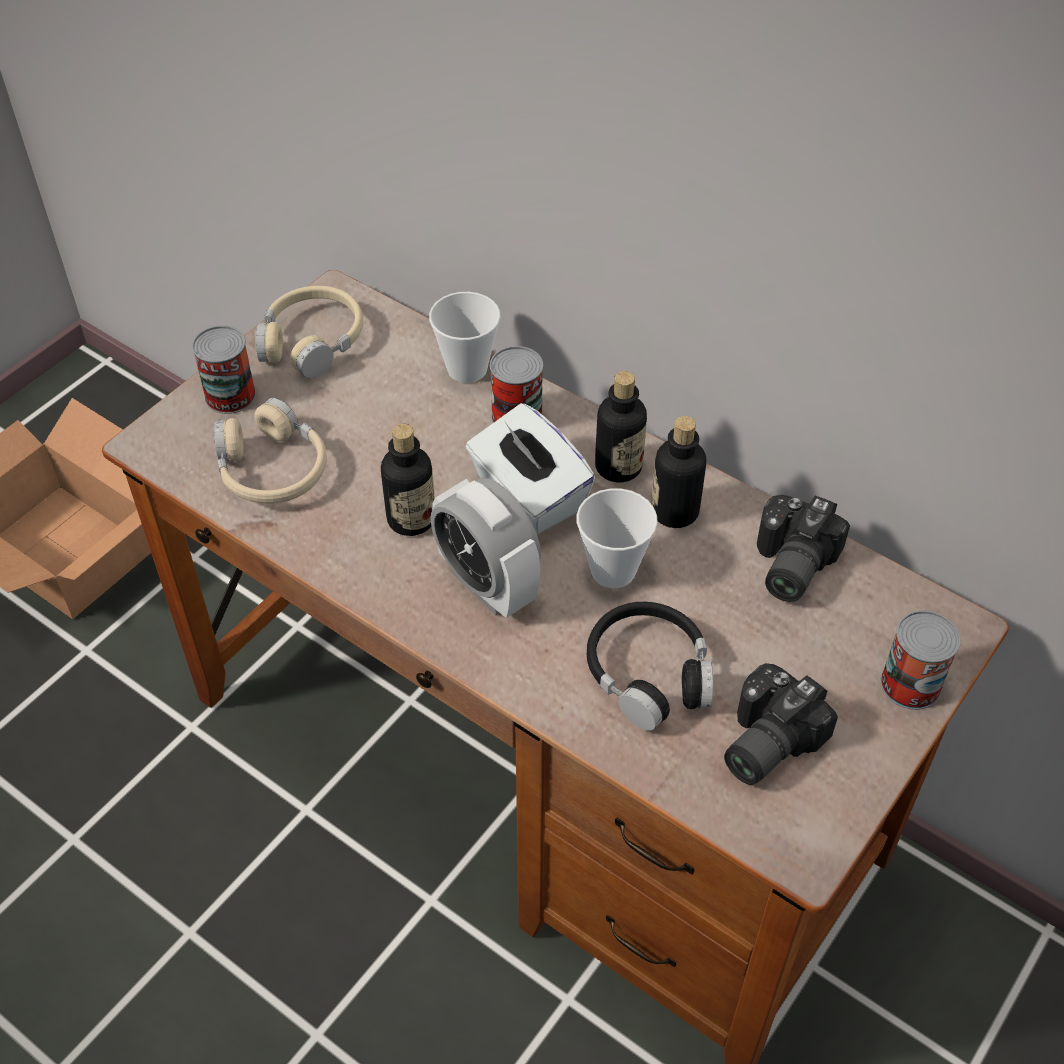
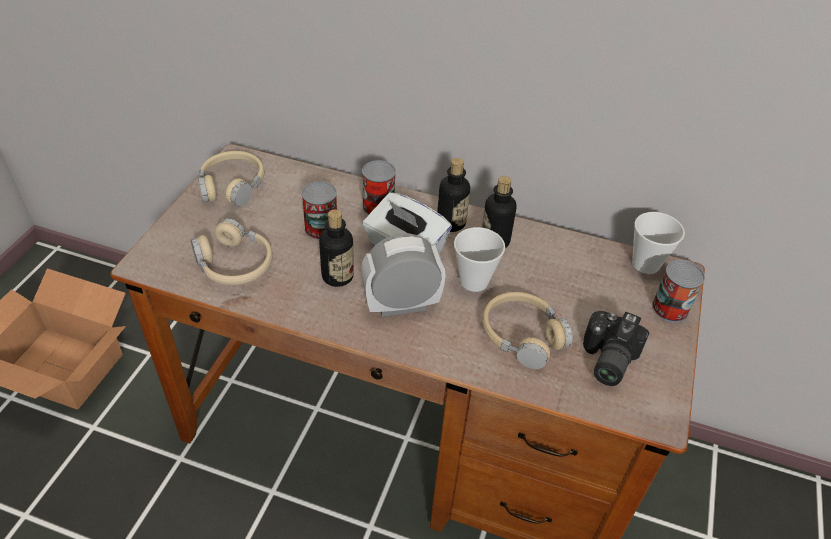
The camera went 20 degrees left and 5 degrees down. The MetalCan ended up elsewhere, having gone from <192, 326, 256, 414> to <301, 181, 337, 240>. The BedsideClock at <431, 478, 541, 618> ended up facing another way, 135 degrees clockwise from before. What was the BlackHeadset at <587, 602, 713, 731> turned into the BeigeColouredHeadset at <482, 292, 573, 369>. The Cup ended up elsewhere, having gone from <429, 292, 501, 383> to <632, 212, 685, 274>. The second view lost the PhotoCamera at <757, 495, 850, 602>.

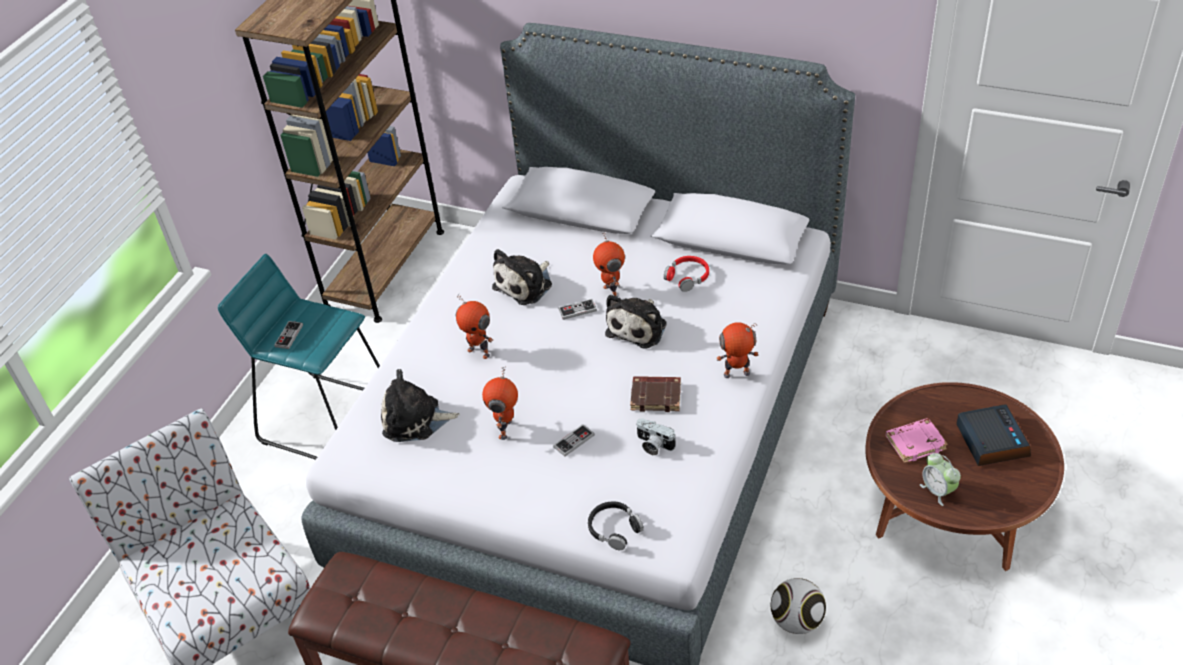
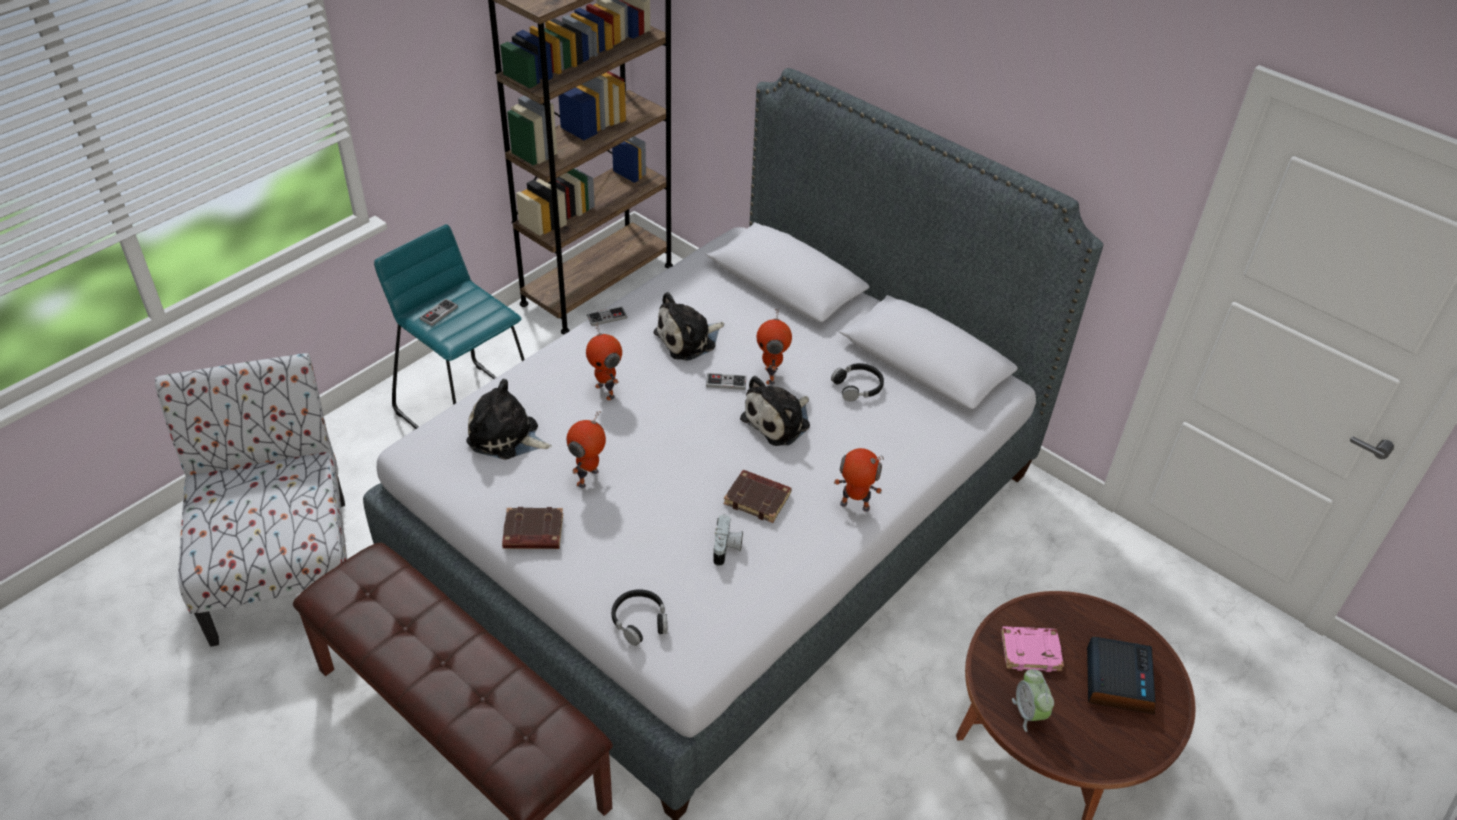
The camera went 15 degrees right and 0 degrees up. The second view gained the BrownishBoundBook at <502, 507, 563, 549>. The GameController ended up elsewhere, having gone from <553, 424, 595, 456> to <587, 306, 628, 326>. The PhotoCamera at <636, 418, 676, 455> ended up facing another way, 135 degrees counterclockwise from before. What was the ReddishHeadset at <664, 256, 709, 292> turned into the BlackHeadset at <831, 363, 884, 401>. The second view lost the FootballBall at <771, 578, 826, 634>.

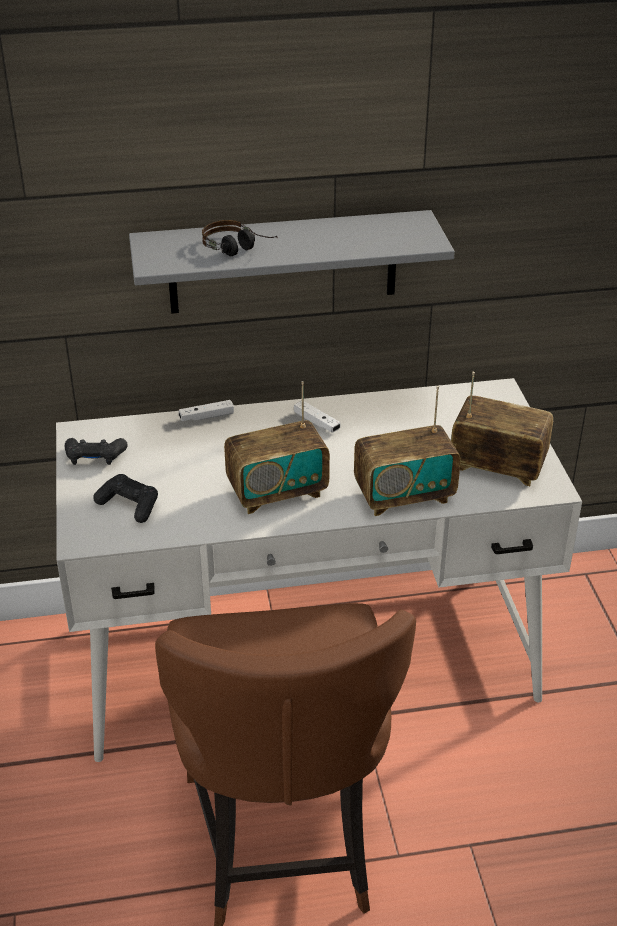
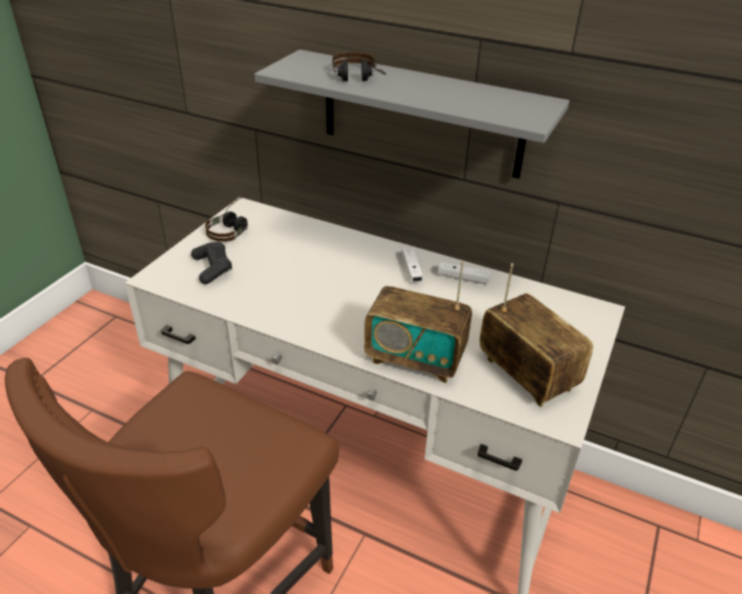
The camera went 35 degrees right and 0 degrees up. Where the BlackGameController stood at <65, 438, 127, 465>, the Headset came to stand at <205, 196, 248, 242>. The WhiteColouredGameController ended up elsewhere, having gone from <179, 400, 234, 421> to <438, 262, 490, 284>. The second view lost the Radio at <224, 381, 330, 514>.

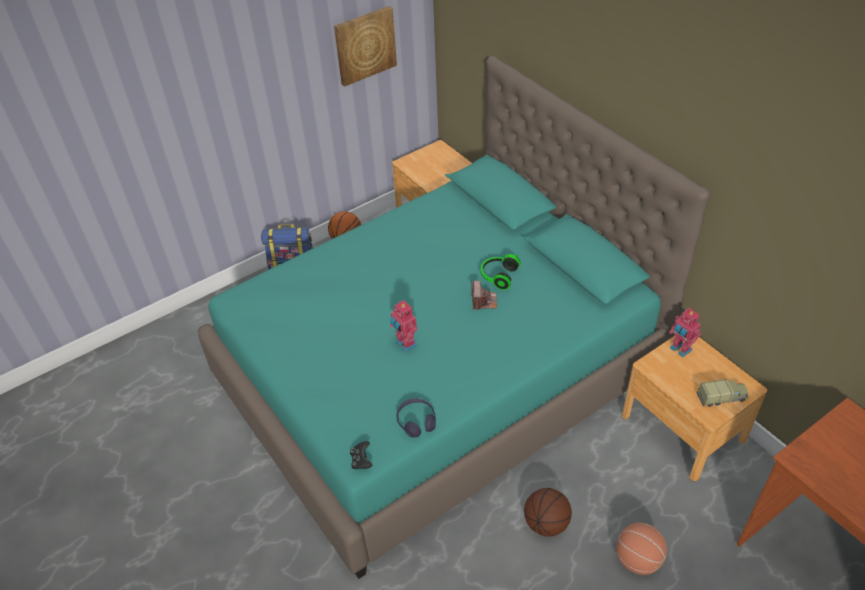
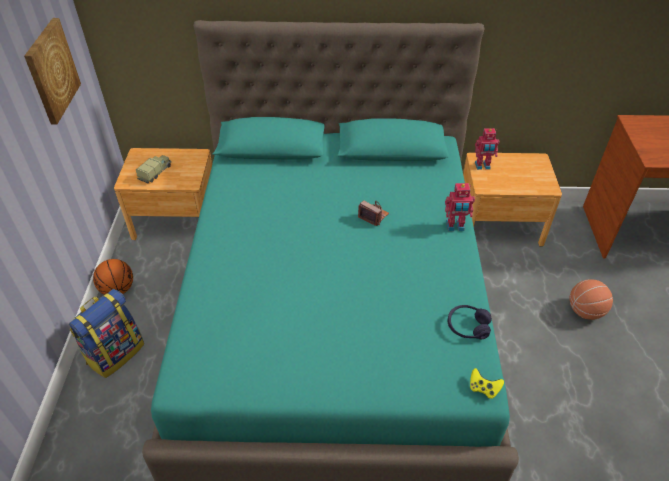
The camera went 55 degrees left and 0 degrees up. The ModelTruck ended up elsewhere, having gone from <696, 379, 749, 407> to <136, 155, 171, 184>. The ModelRobot ended up elsewhere, having gone from <390, 300, 418, 353> to <445, 183, 475, 231>. What was the BlackGameController at <350, 441, 372, 469> turned into the YellowGameController at <470, 368, 504, 399>. The second view lost the Headset at <481, 254, 521, 290>. The second view lost the BasketballBall at <524, 488, 572, 537>.

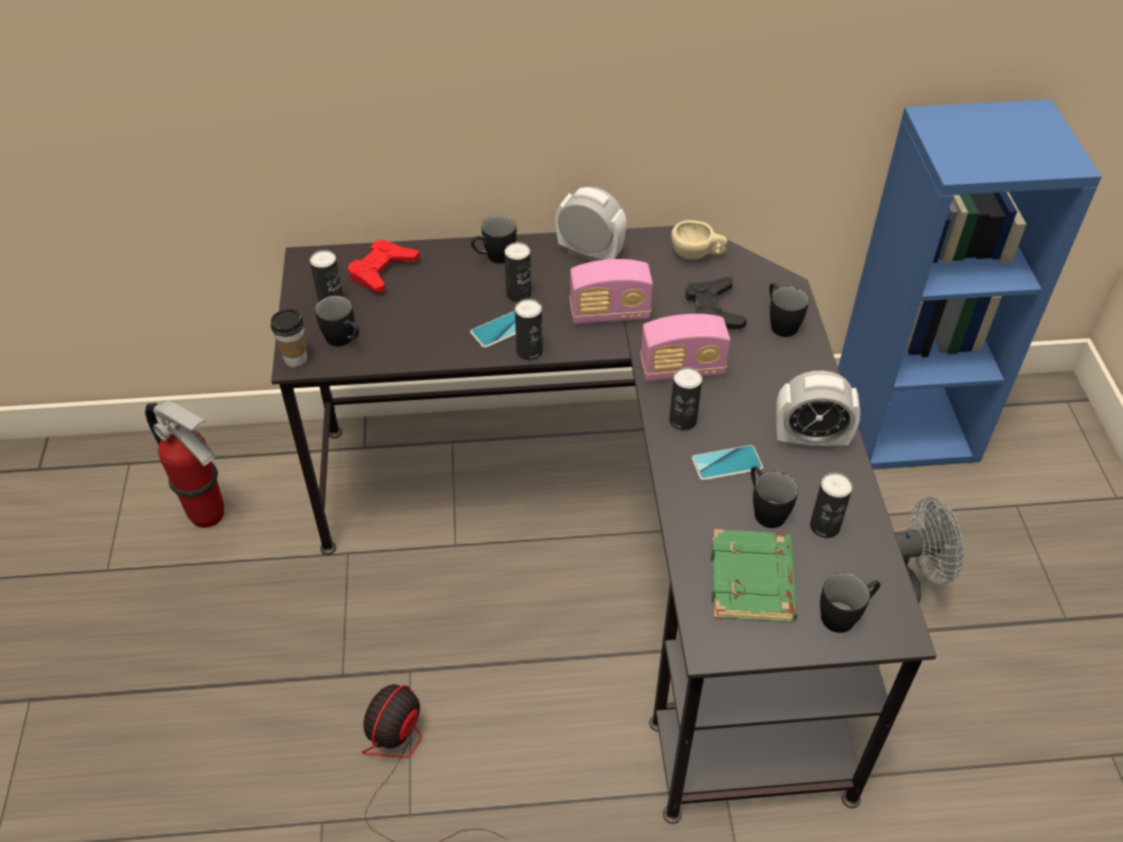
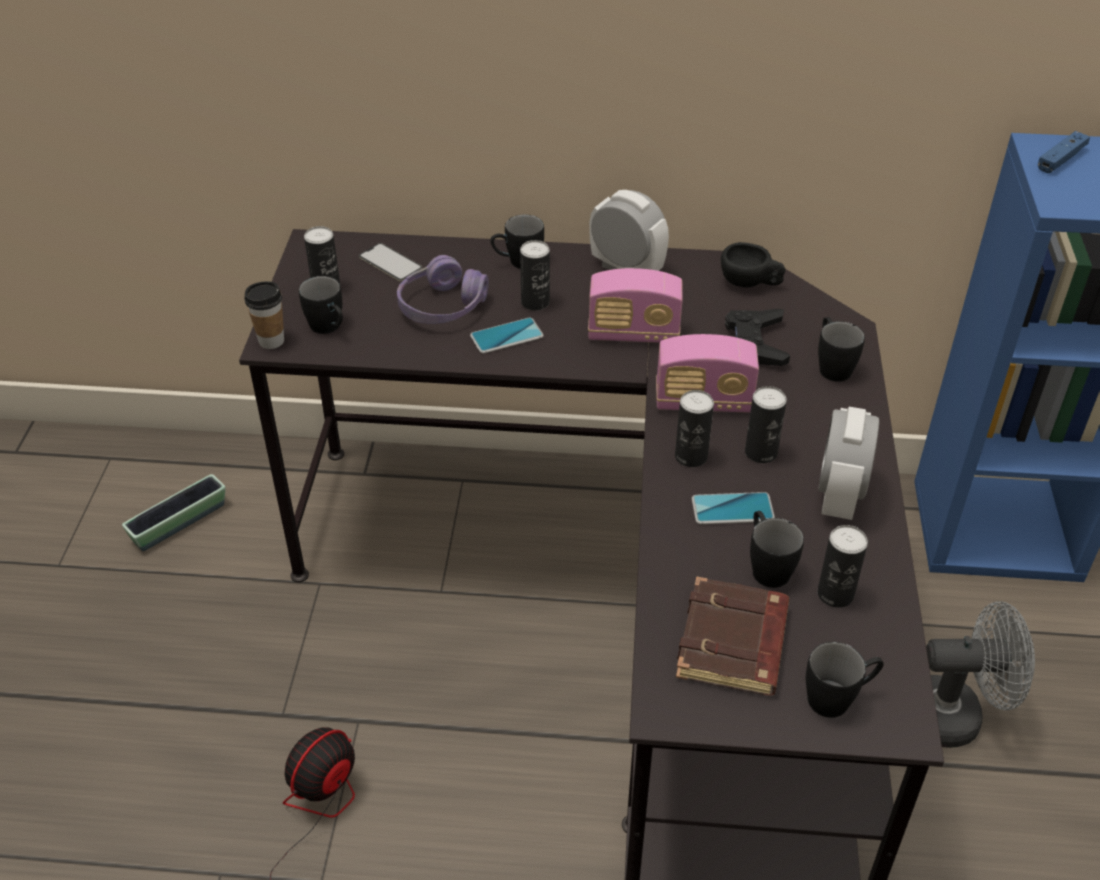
The camera went 10 degrees right and 5 degrees down. Where the FireExtinguisher stood at <145, 401, 224, 528>, the Planter came to stand at <122, 474, 225, 551>. Where the ReddishGameController stood at <348, 239, 420, 293>, the Handset came to stand at <359, 243, 422, 281>. The second view gained the PurplishHeadset at <397, 255, 489, 324>. What was the GreenBoundBook at <711, 529, 797, 622> turned into the BrownishBoundBook at <676, 577, 789, 696>. What was the BeigeColouredCup at <671, 220, 727, 259> turned into the BlackCup at <721, 242, 785, 288>. The MetalCan ended up elsewhere, having gone from <515, 299, 543, 360> to <745, 386, 787, 463>. The BedsideClock at <776, 371, 860, 450> ended up facing another way, 90 degrees clockwise from before. The second view gained the BluishGameController at <1038, 131, 1090, 173>.

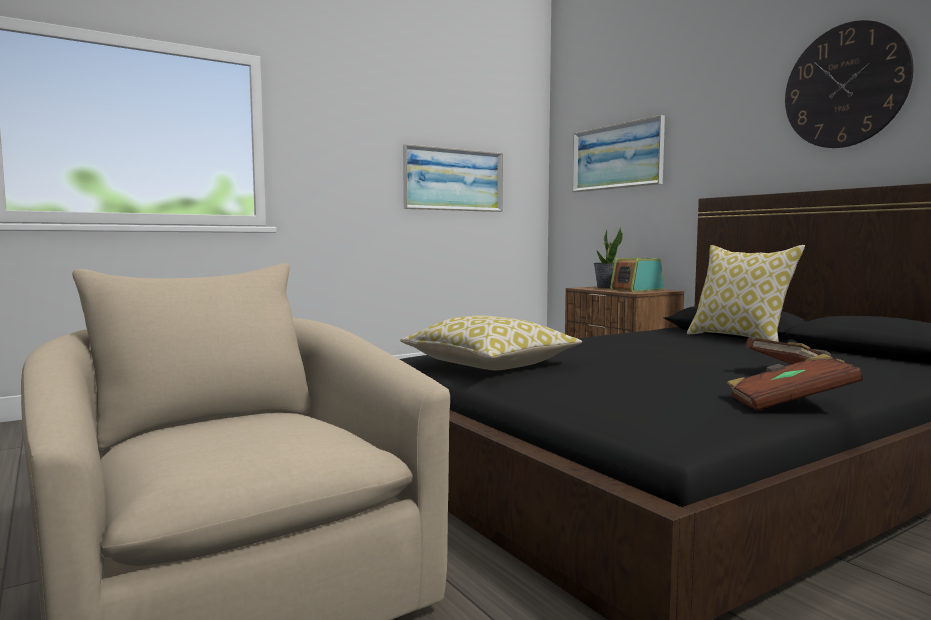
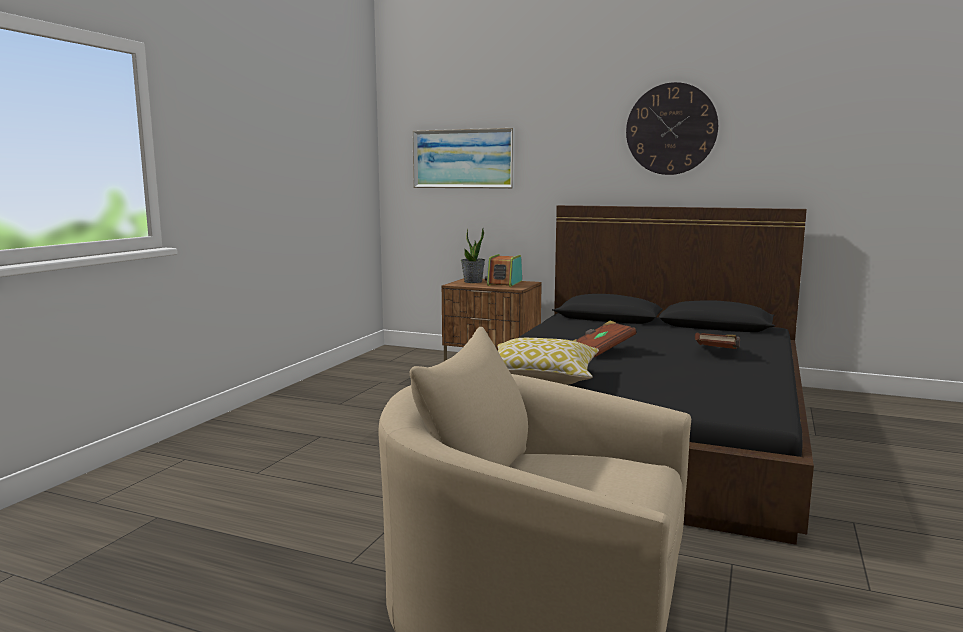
The camera went 35 degrees left and 5 degrees up. The BrownishBoundBook ended up elsewhere, having gone from <727, 354, 863, 411> to <573, 321, 637, 357>. The second view lost the Picture at <403, 144, 503, 212>. The second view lost the Cushion at <687, 245, 805, 342>.

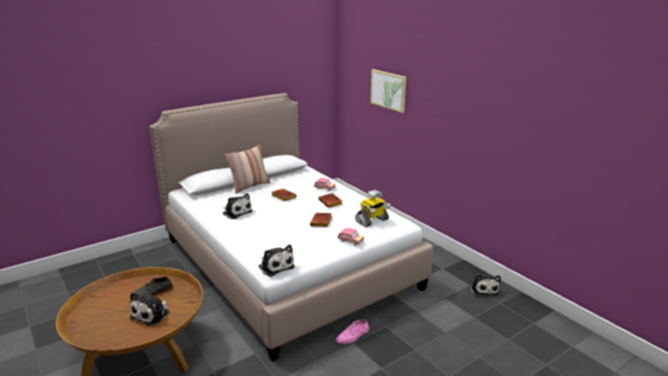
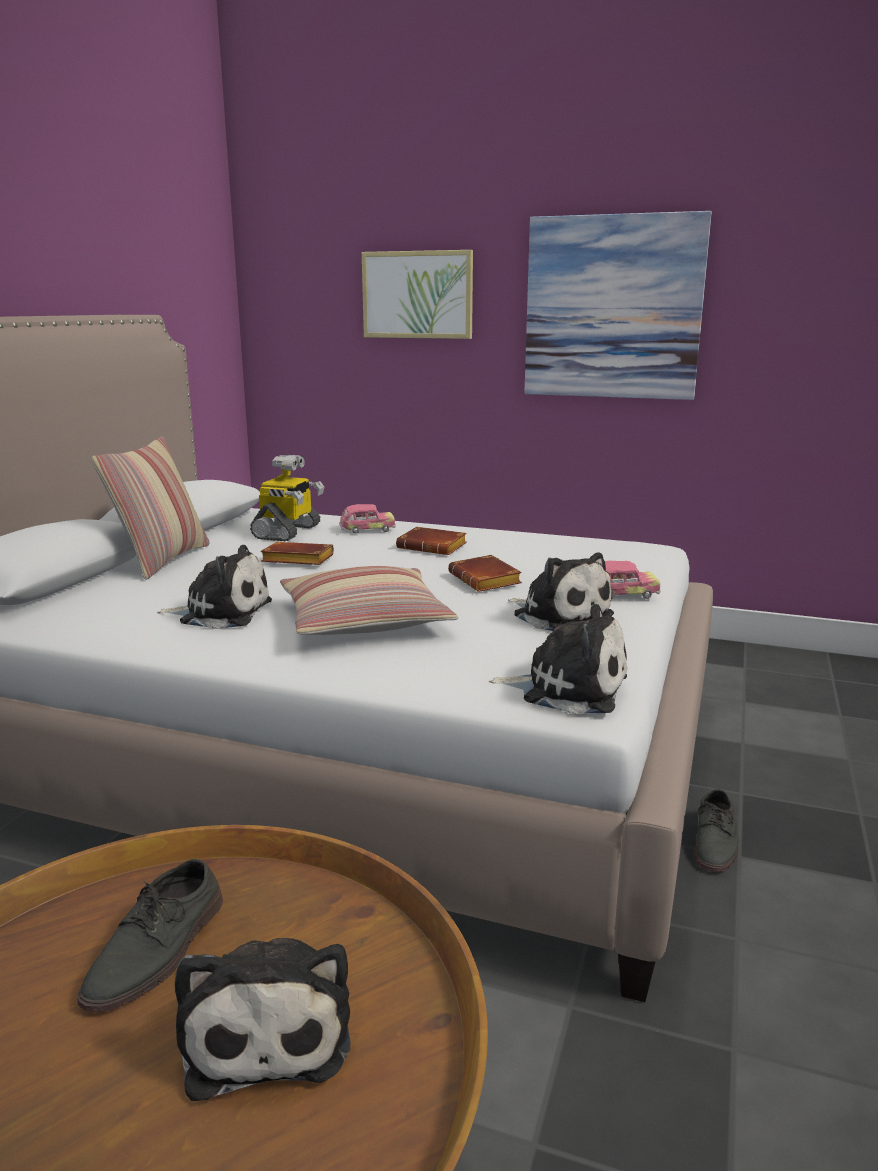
The camera went 35 degrees left and 5 degrees down. The ModelRobot ended up elsewhere, having gone from <355, 190, 391, 227> to <250, 455, 324, 541>. The second view gained the Cushion at <280, 566, 458, 635>. The PlushToy ended up elsewhere, having gone from <470, 274, 501, 296> to <508, 552, 614, 631>. The second view gained the Picture at <524, 211, 712, 400>. What was the PinkItemOfFootwear at <336, 319, 369, 344> turned into the GreyItemOfFootwear at <694, 789, 738, 872>.

